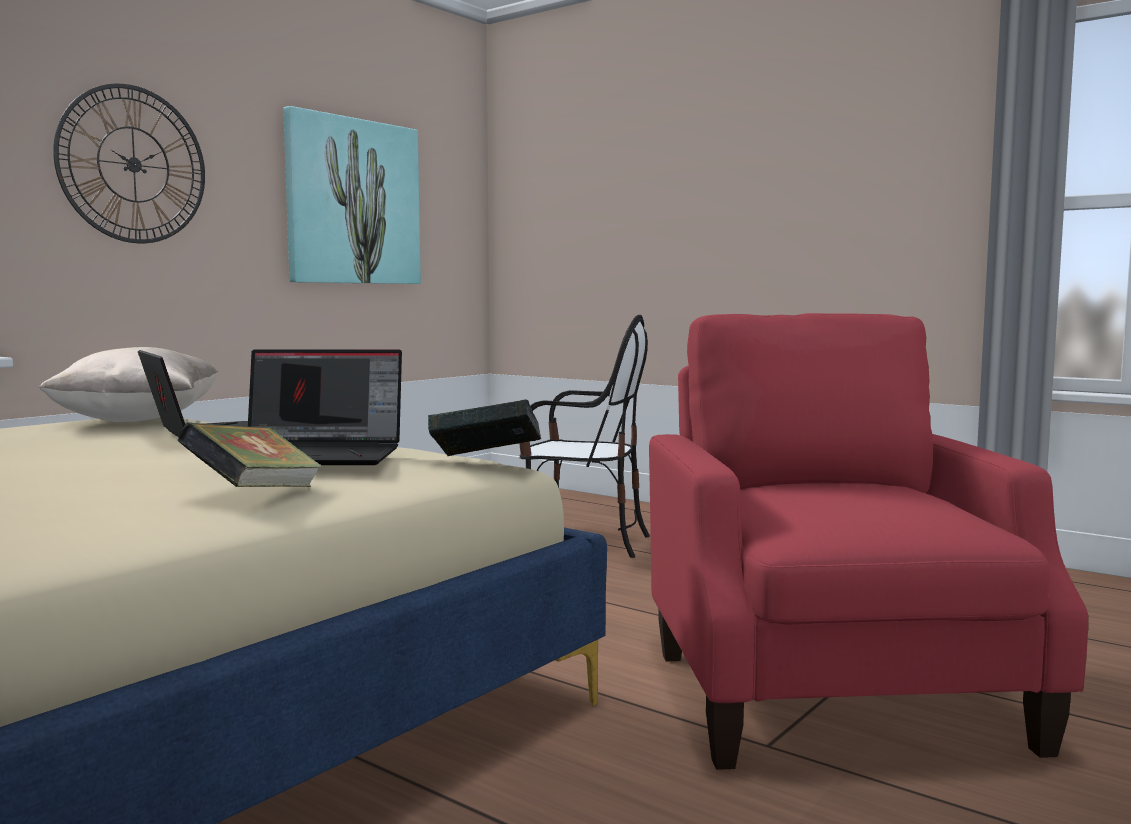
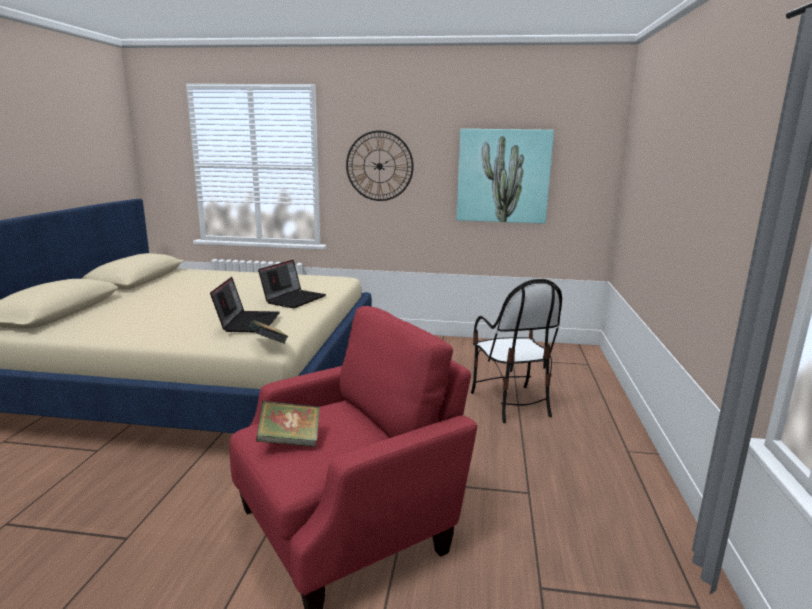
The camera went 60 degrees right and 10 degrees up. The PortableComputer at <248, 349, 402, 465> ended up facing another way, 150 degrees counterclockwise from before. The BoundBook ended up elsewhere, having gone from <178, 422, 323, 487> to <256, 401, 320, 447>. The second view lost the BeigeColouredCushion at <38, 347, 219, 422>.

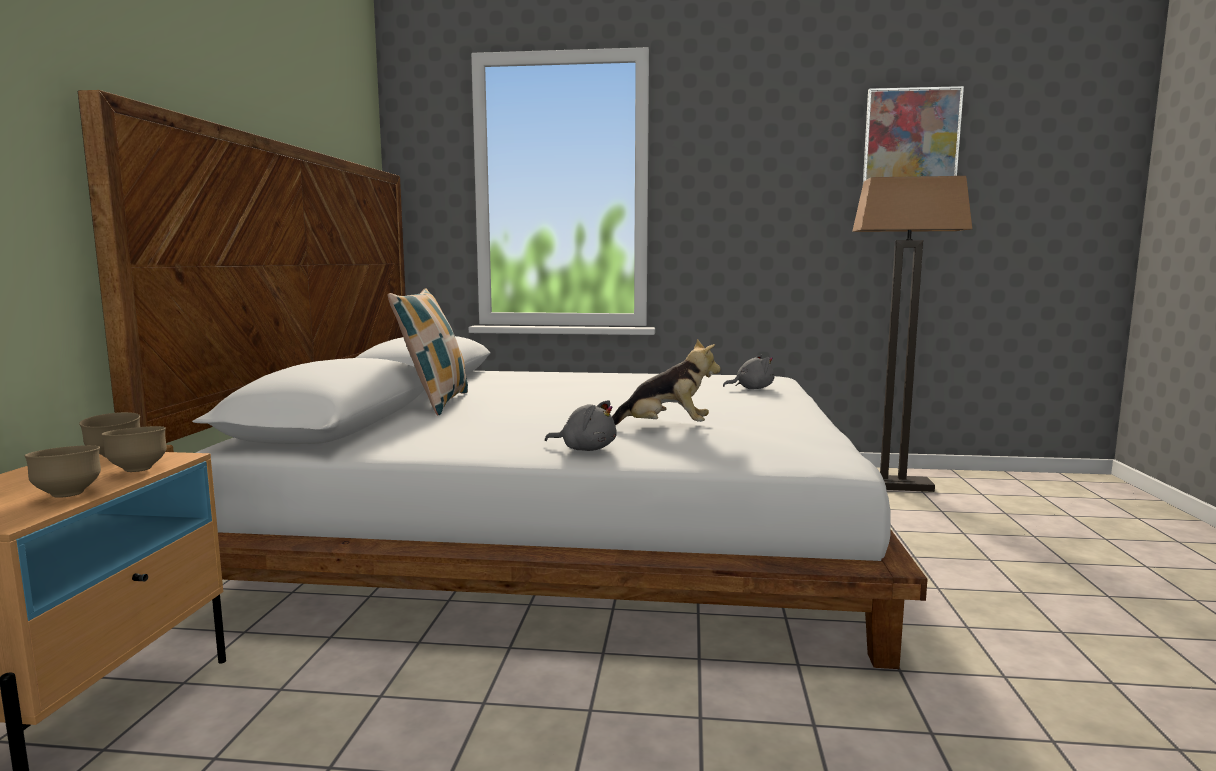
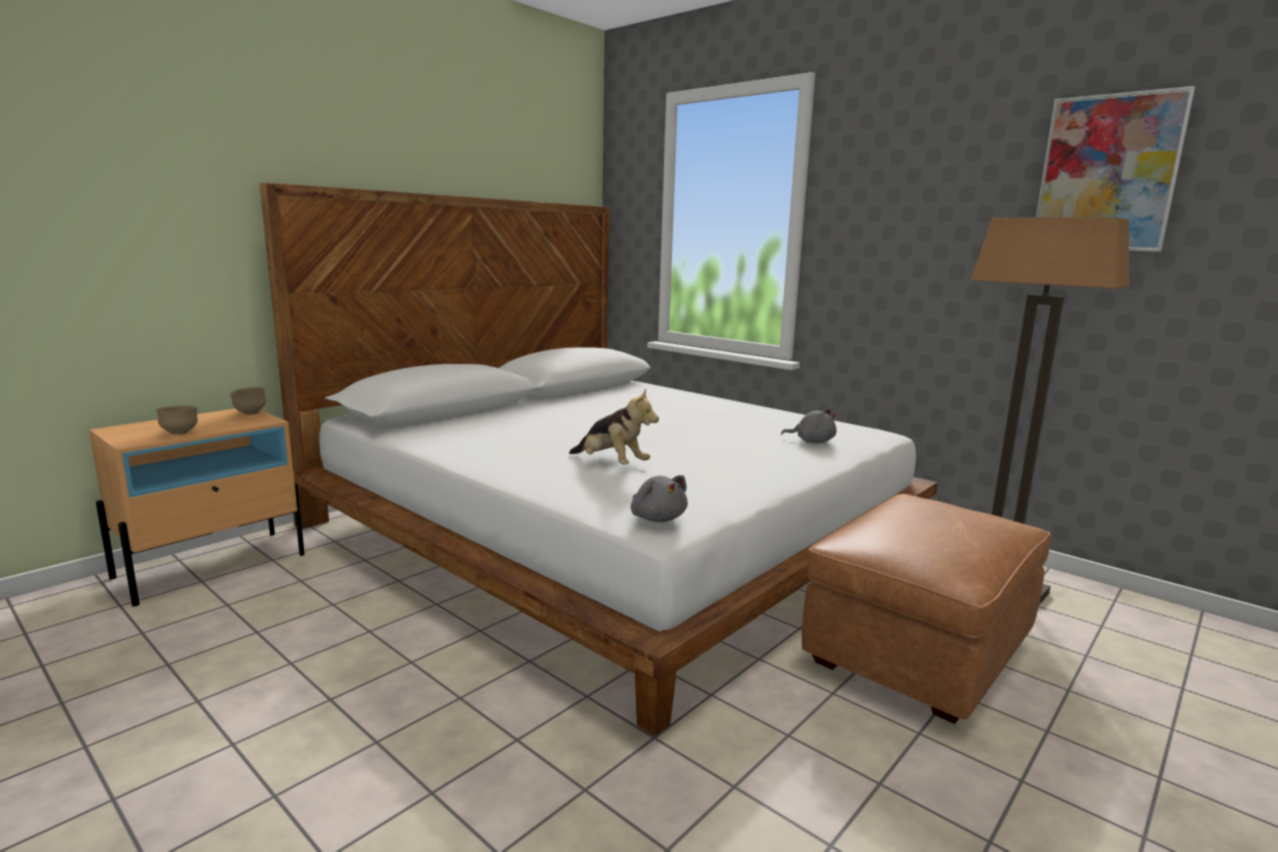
The camera went 35 degrees right and 5 degrees up. The GreyPlushToy ended up elsewhere, having gone from <545, 400, 617, 451> to <631, 475, 688, 522>. The second view gained the BrownishOttoman at <802, 494, 1051, 724>. The second view lost the BrownishDeepDish at <101, 426, 167, 472>. The second view lost the Cushion at <387, 289, 468, 415>.

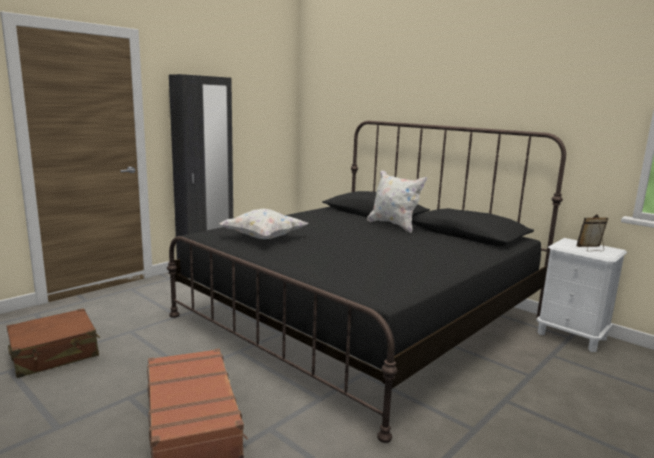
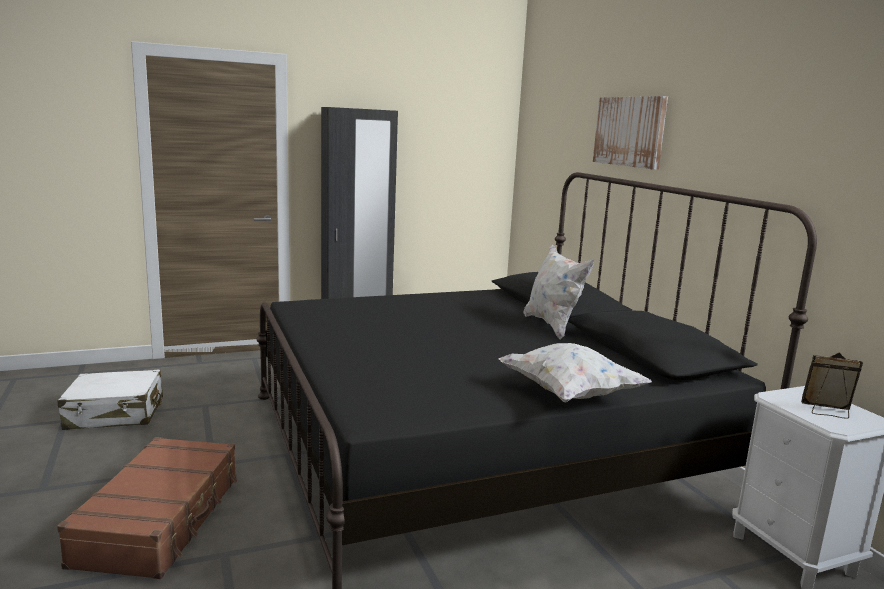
The camera went 25 degrees right and 0 degrees up. What was the BrownishTravelCase at <7, 308, 100, 378> turned into the WhiteColouredTravelCase at <57, 370, 163, 430>. The WhiteColouredCushion ended up elsewhere, having gone from <219, 208, 308, 239> to <499, 343, 652, 403>. The second view gained the Picture at <593, 96, 668, 170>.

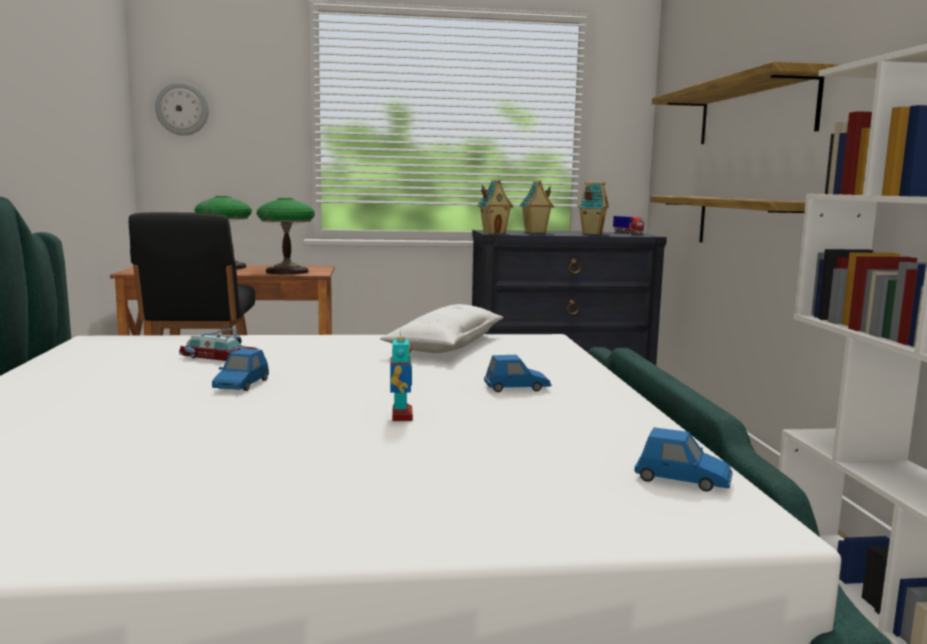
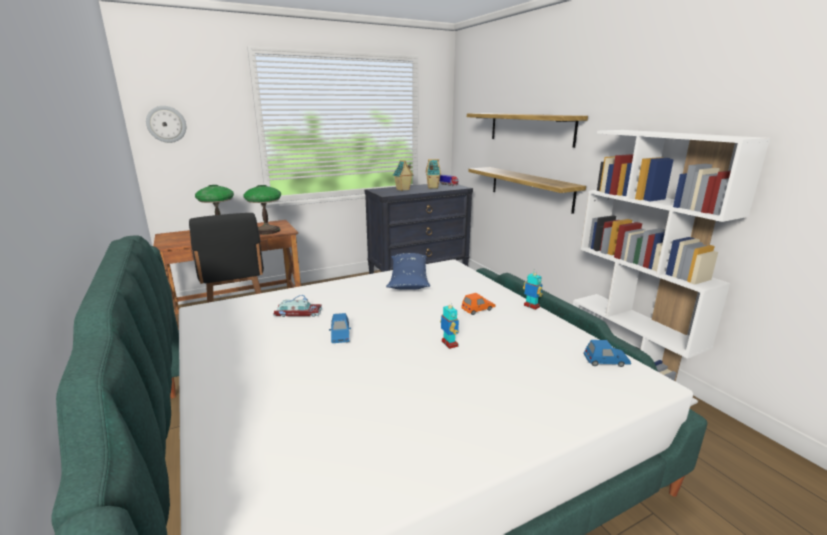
The camera went 20 degrees left and 10 degrees up. What was the WhiteColouredCushion at <380, 304, 504, 353> turned into the BluishCushion at <386, 253, 430, 289>. What was the BluishModelCar at <484, 355, 552, 392> turned into the OrangeyModelCar at <461, 293, 496, 315>. The second view gained the ModelRobot at <523, 269, 543, 310>. The second view lost the MiniatureHouse at <477, 179, 514, 234>.

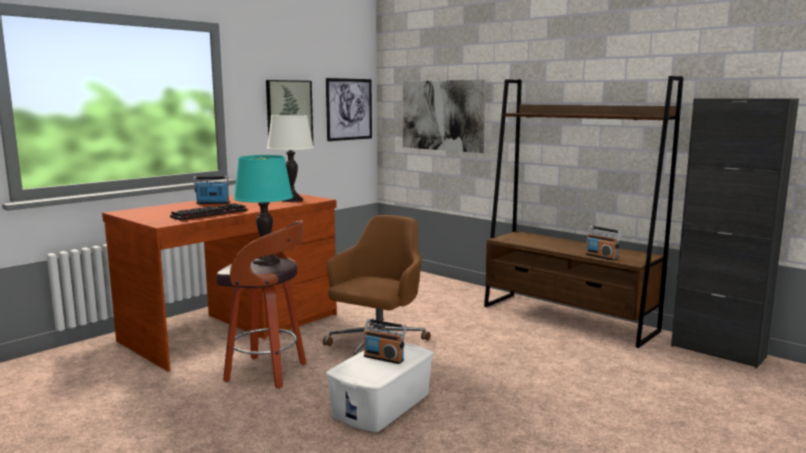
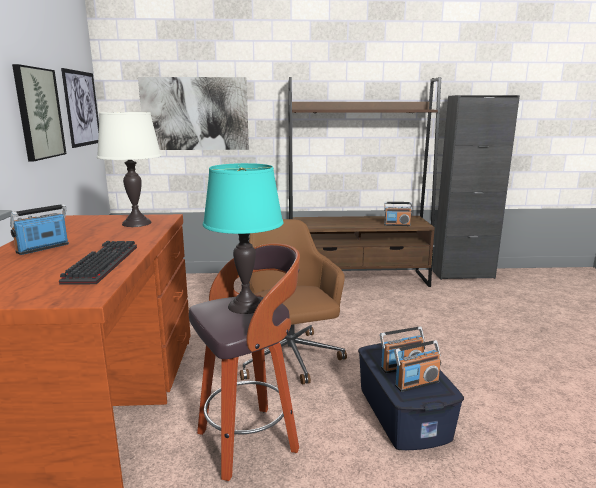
The camera went 45 degrees left and 5 degrees up. What was the WhiteColouredStorageContainer at <326, 342, 433, 432> turned into the BluishStorageContainer at <358, 343, 464, 450>. The second view gained the Radio at <394, 340, 441, 392>.

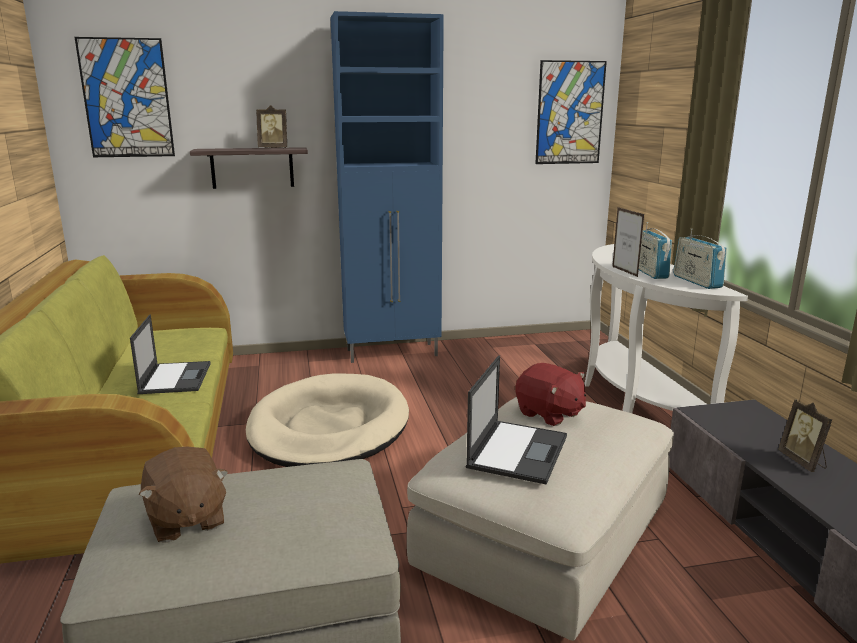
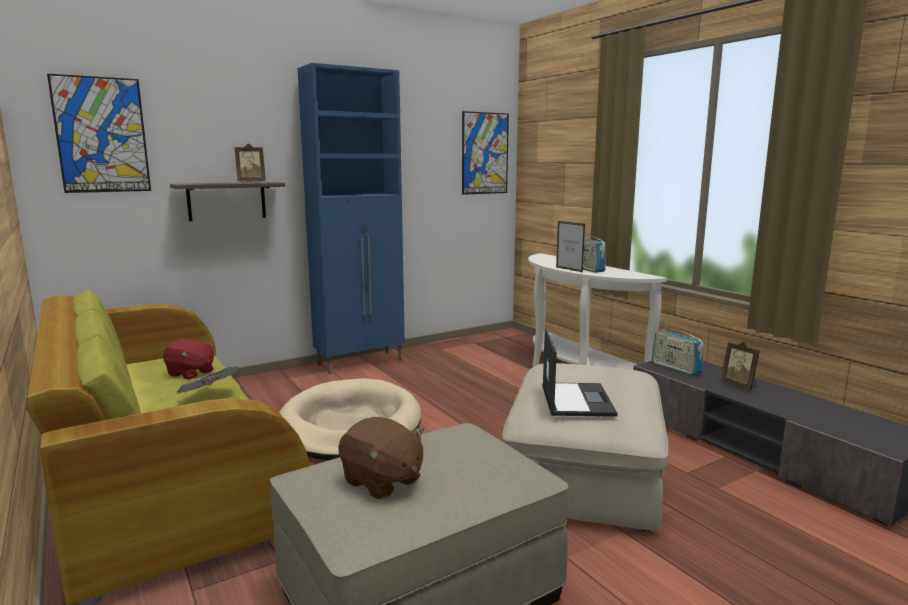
The camera went 20 degrees left and 5 degrees down. The ReddishPlushToy ended up elsewhere, having gone from <516, 363, 586, 426> to <163, 339, 214, 379>. Where the PortableComputer stood at <130, 315, 210, 394>, the Newspaper came to stand at <176, 366, 238, 394>. The Radio ended up elsewhere, having gone from <673, 229, 727, 289> to <651, 324, 703, 376>.

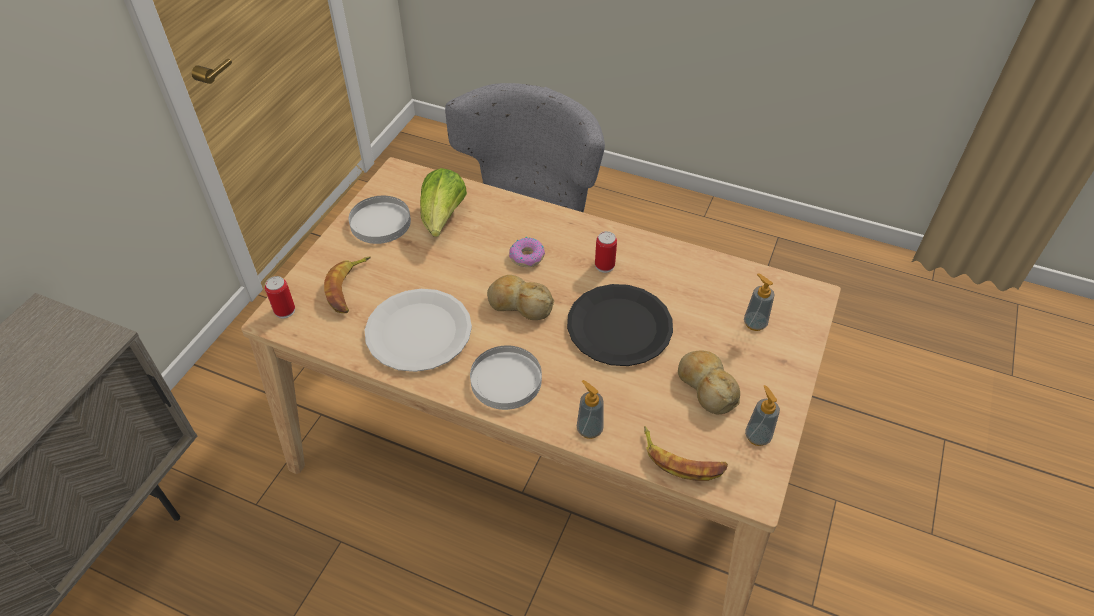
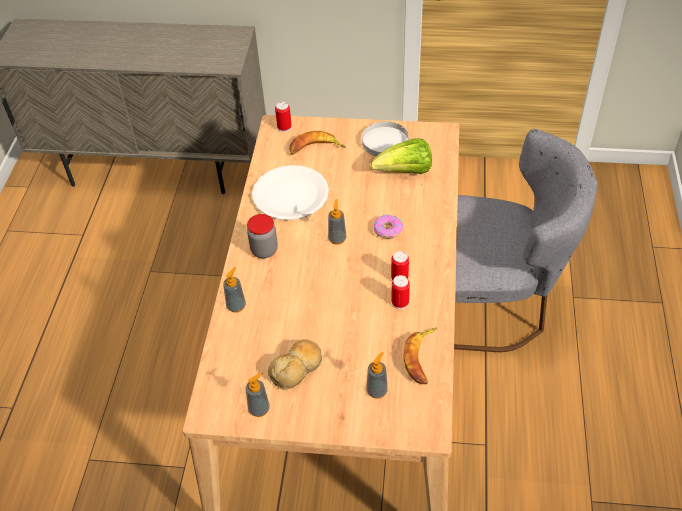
The camera went 75 degrees right and 0 degrees up. Where the WhiteColouredDinnerPlate stood at <470, 345, 542, 410>, the Jar came to stand at <247, 214, 278, 258>. Where the BakeryBread stood at <487, 275, 554, 320>, the SoapBottle came to stand at <328, 199, 346, 245>. The second view gained the MetalCan at <391, 275, 410, 309>. The BananaFruit ended up elsewhere, having gone from <644, 426, 728, 481> to <404, 328, 437, 384>. The second view lost the BlackDinnerPlate at <567, 284, 673, 366>.

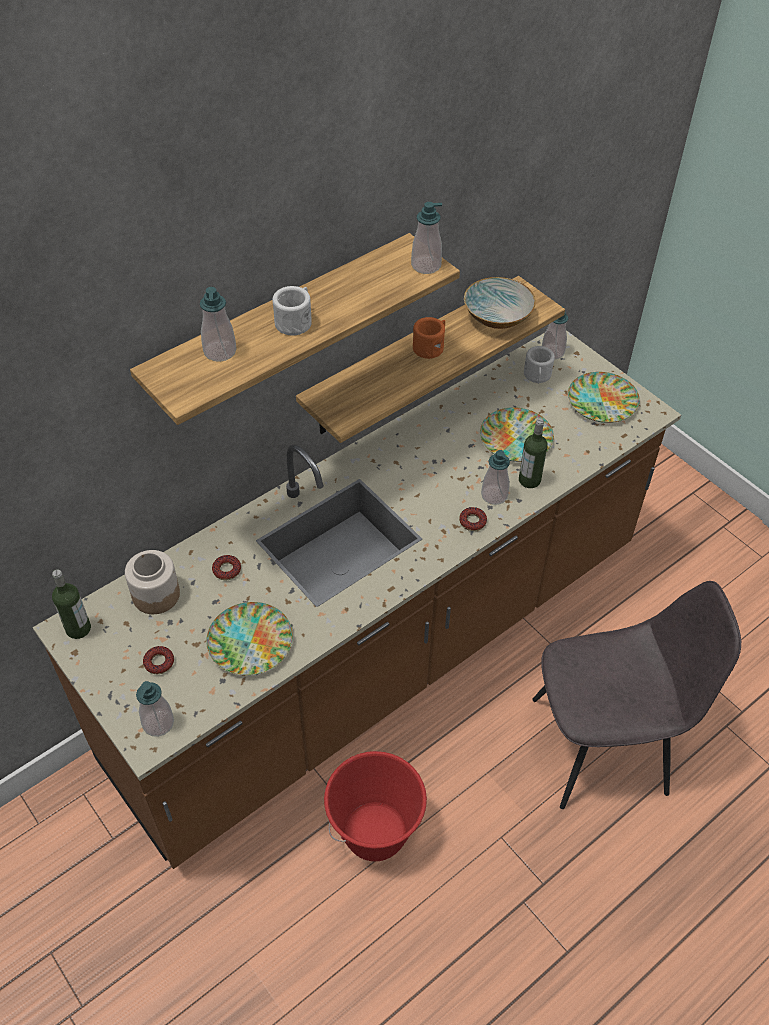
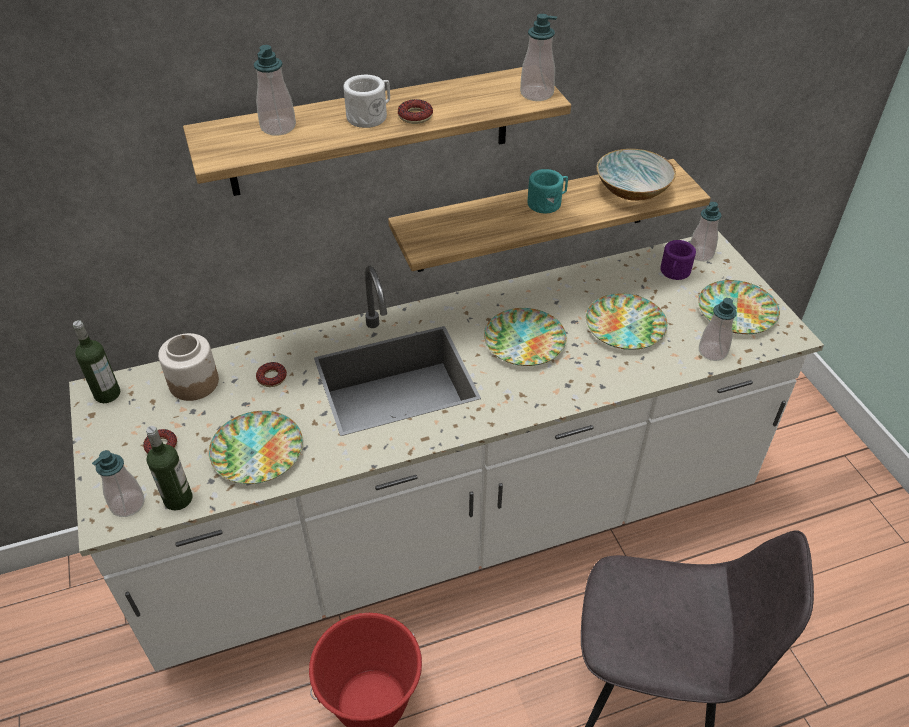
The camera went 20 degrees right and 5 degrees down. What was the BrownishKitchenCounter at <33, 330, 681, 869> turned into the WhiteColouredKitchenCounter at <69, 231, 824, 671>. The DrinkBottle ended up elsewhere, having gone from <519, 418, 548, 488> to <146, 426, 192, 510>. The RingDoughnut ended up elsewhere, having gone from <459, 507, 487, 531> to <398, 99, 433, 124>. The second view gained the DinnerPlate at <484, 308, 567, 366>. What was the OrangeyMug at <413, 317, 445, 359> turned into the TurquoiseColouredMug at <528, 169, 568, 213>. What was the WhiteColouredMug at <524, 346, 555, 384> turned into the PurplishMug at <660, 240, 696, 280>. The SoapBottle ended up elsewhere, having gone from <481, 450, 510, 505> to <699, 298, 737, 361>.

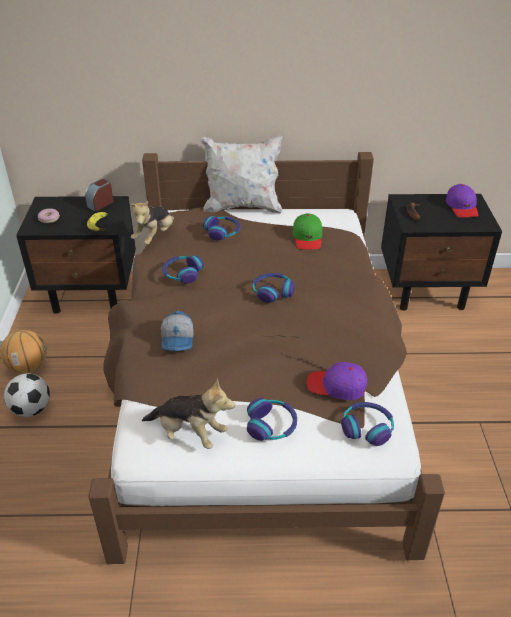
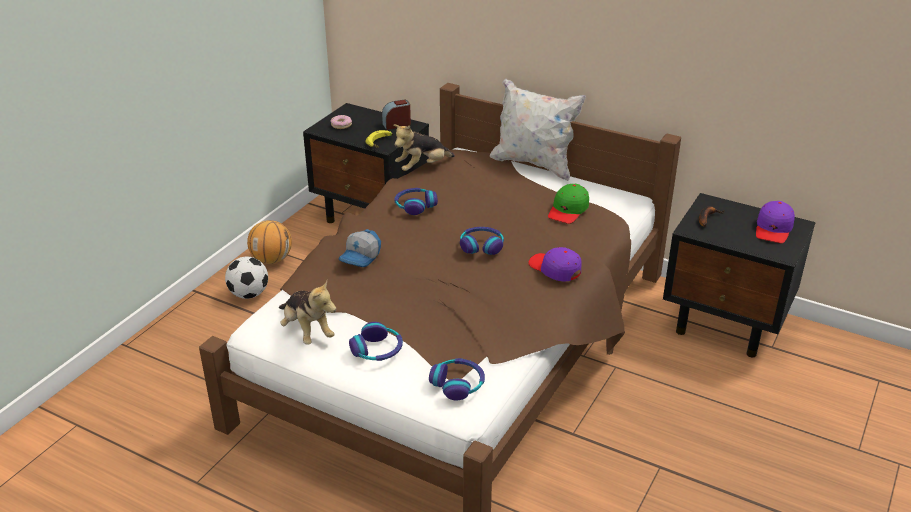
The camera went 30 degrees right and 5 degrees down. The PurplishCap ended up elsewhere, having gone from <306, 362, 367, 400> to <528, 247, 581, 281>. The second view lost the Headset at <203, 216, 241, 240>.

